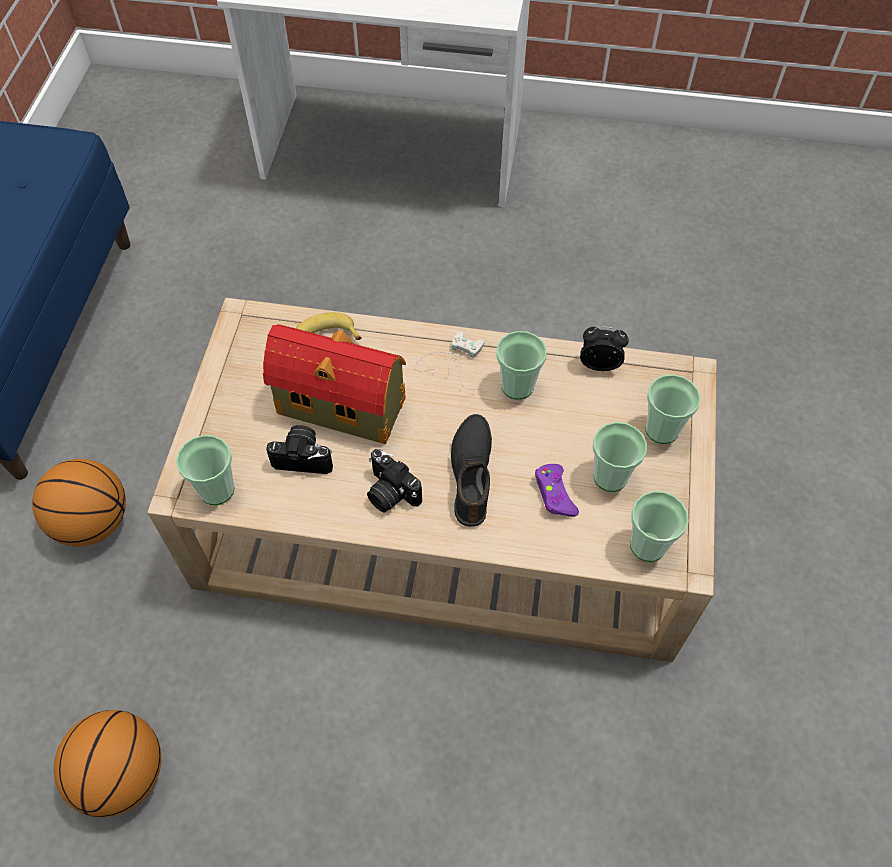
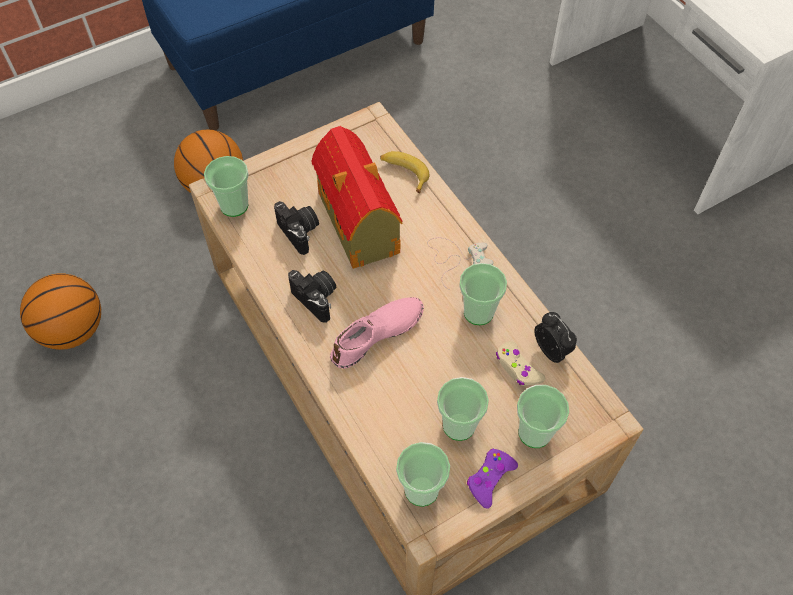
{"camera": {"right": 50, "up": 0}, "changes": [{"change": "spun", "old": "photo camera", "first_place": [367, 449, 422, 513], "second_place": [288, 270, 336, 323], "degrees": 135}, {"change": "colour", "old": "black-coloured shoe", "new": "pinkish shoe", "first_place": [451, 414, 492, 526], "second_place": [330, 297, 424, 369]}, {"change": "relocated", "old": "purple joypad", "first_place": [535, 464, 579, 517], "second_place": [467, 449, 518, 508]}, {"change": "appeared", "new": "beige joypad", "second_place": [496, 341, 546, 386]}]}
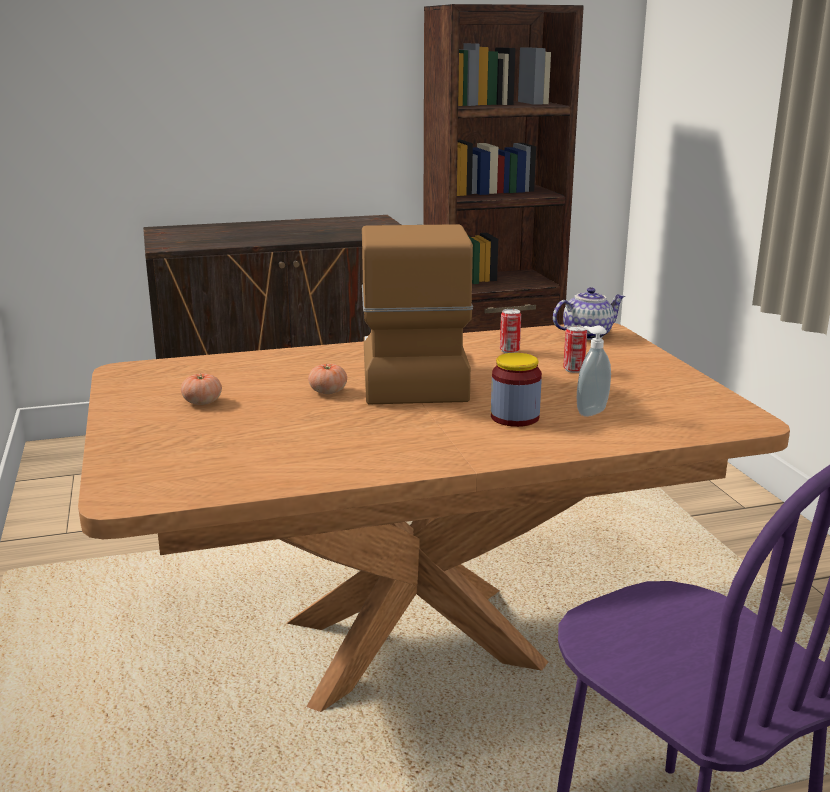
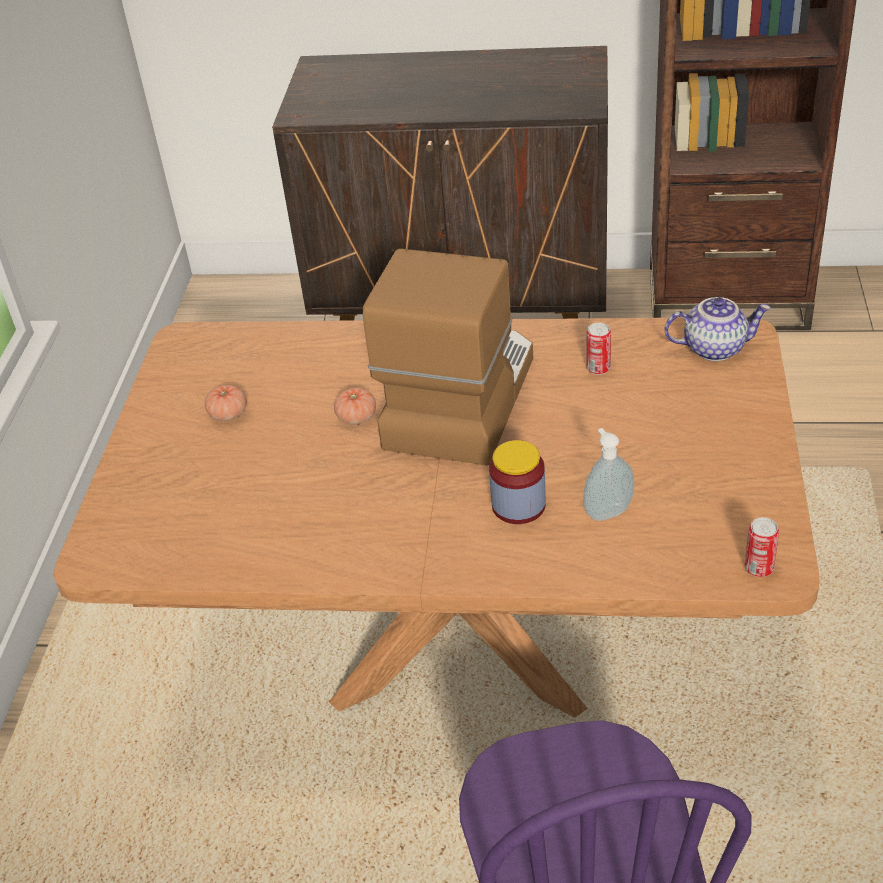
{"camera": {"right": 25, "up": 20}, "changes": [{"change": "relocated", "old": "metal can", "first_place": [563, 325, 587, 373], "second_place": [745, 517, 779, 577]}]}
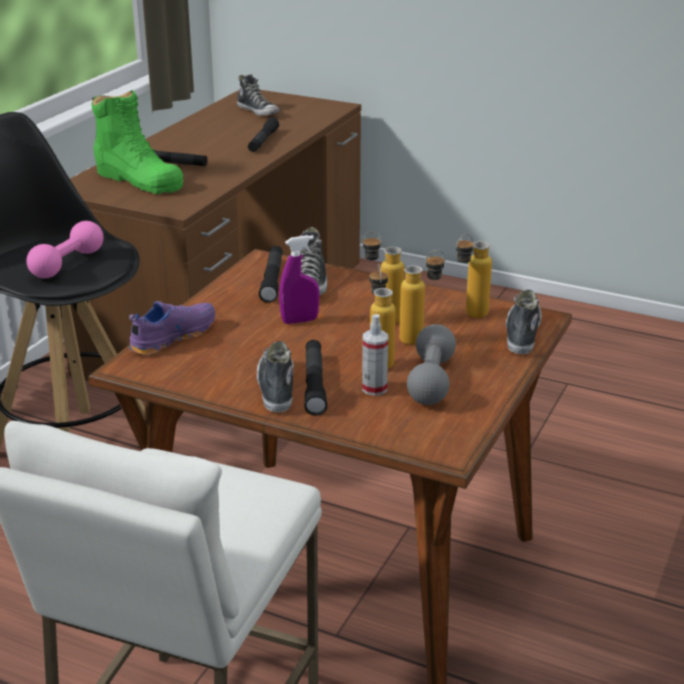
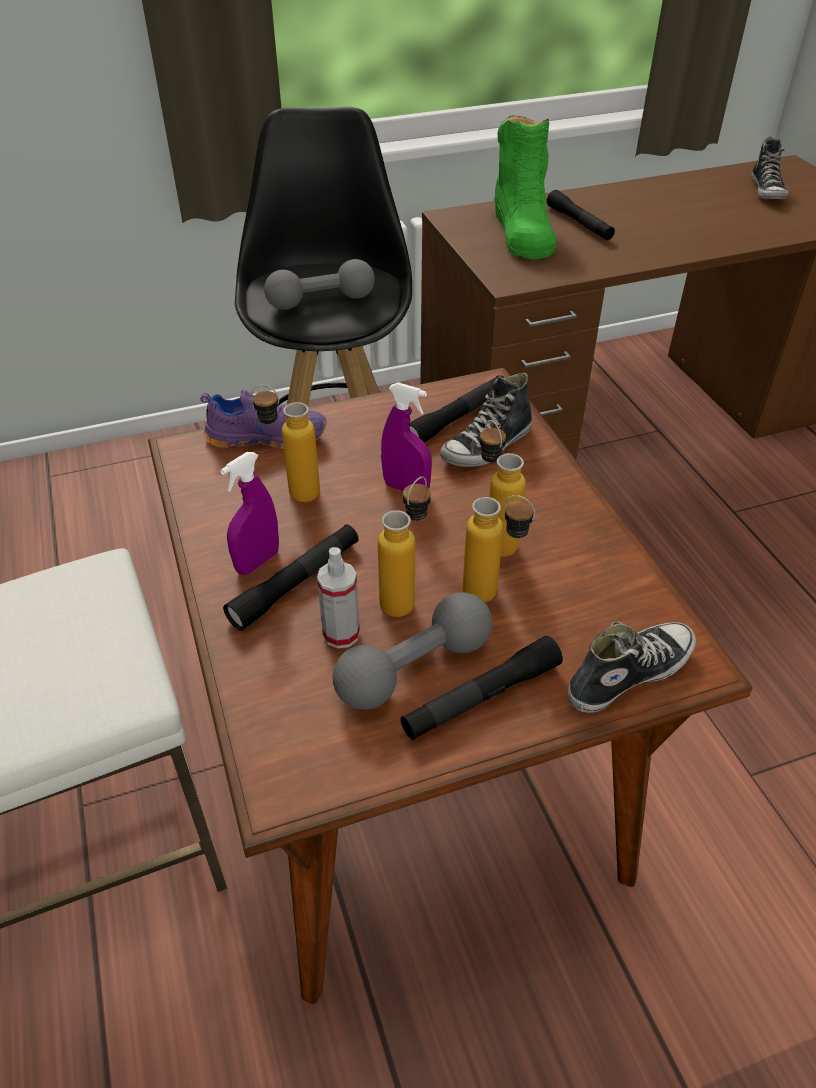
{"camera": {"right": 45, "up": 15}, "changes": [{"change": "exchanged", "old": "shoe", "new": "purple sprayer", "first_place": [257, 341, 294, 412], "second_place": [220, 452, 279, 575]}, {"change": "relocated", "old": "drink bottle", "first_place": [456, 233, 492, 318], "second_place": [251, 385, 320, 502]}, {"change": "colour", "old": "pinkish free weight", "new": "grey free weight", "first_place": [26, 221, 103, 278], "second_place": [264, 259, 375, 310]}, {"change": "relocated", "old": "black-coloured flashlight", "first_place": [248, 117, 279, 152], "second_place": [401, 636, 563, 740]}]}
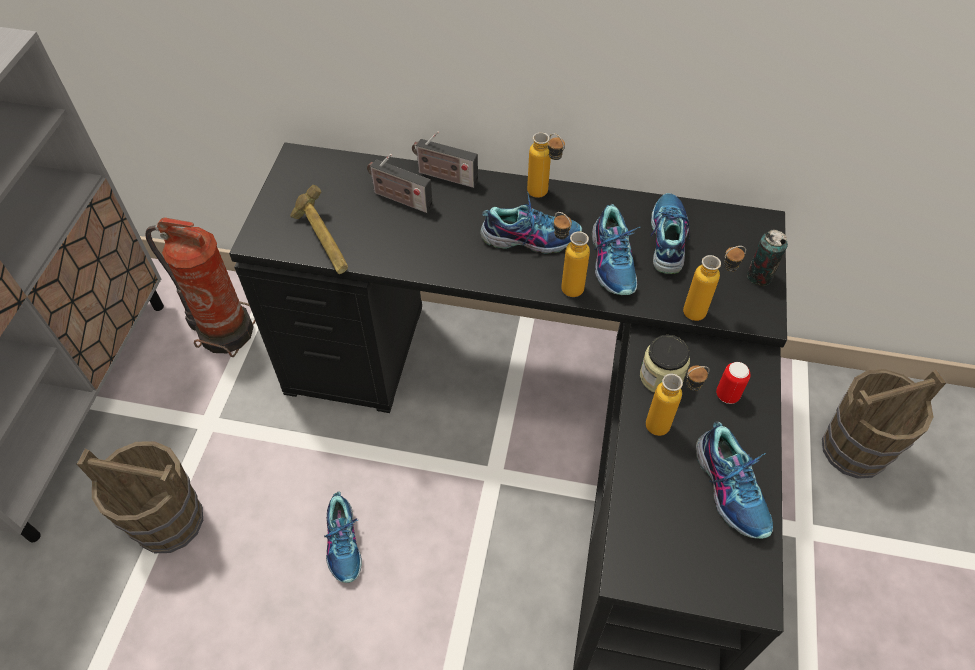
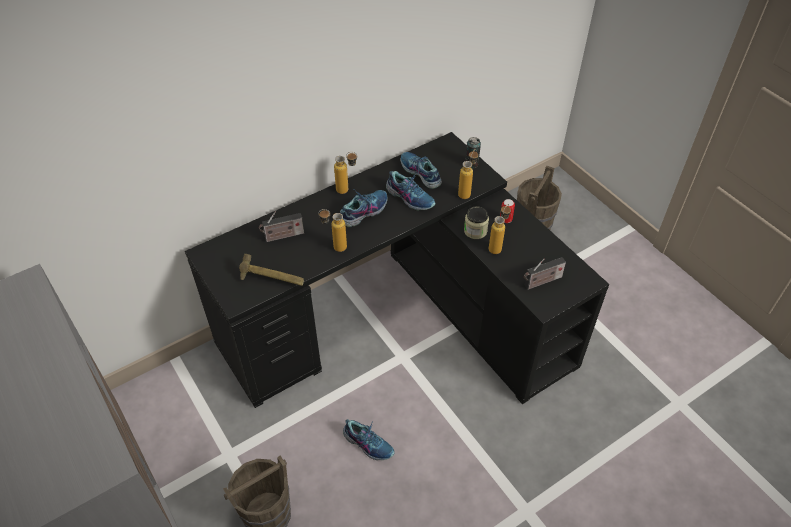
{"camera": {"right": -45, "up": -5}, "changes": [{"change": "relocated", "old": "drink bottle", "first_place": [553, 212, 590, 297], "second_place": [318, 209, 347, 252]}, {"change": "relocated", "old": "radio set", "first_place": [412, 131, 478, 188], "second_place": [524, 257, 566, 290]}, {"change": "missing", "old": "extinguisher", "first_place": [145, 217, 255, 357]}, {"change": "missing", "old": "shoe", "first_place": [696, 422, 773, 539]}]}
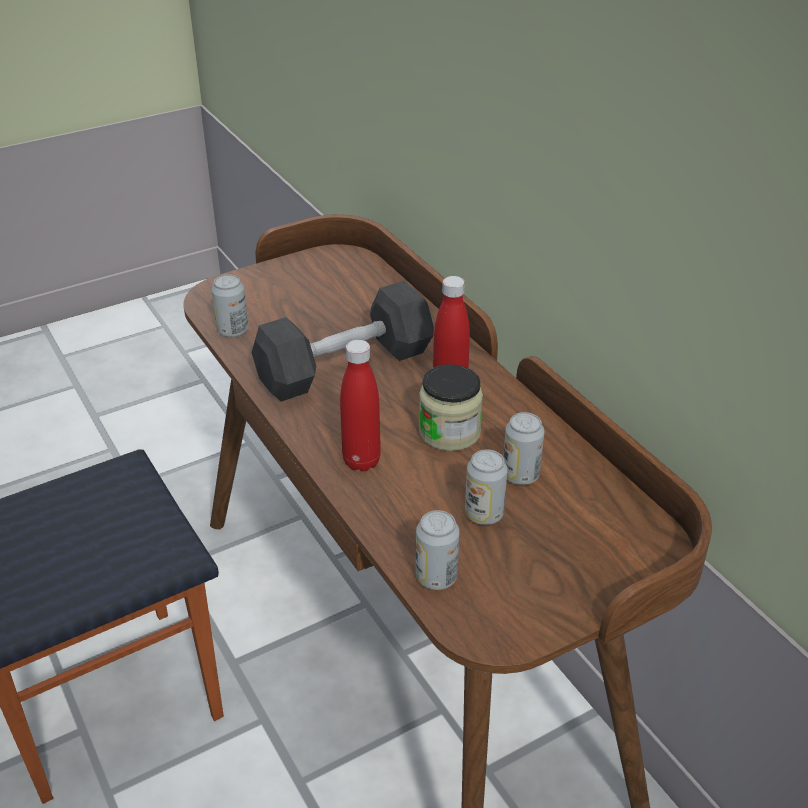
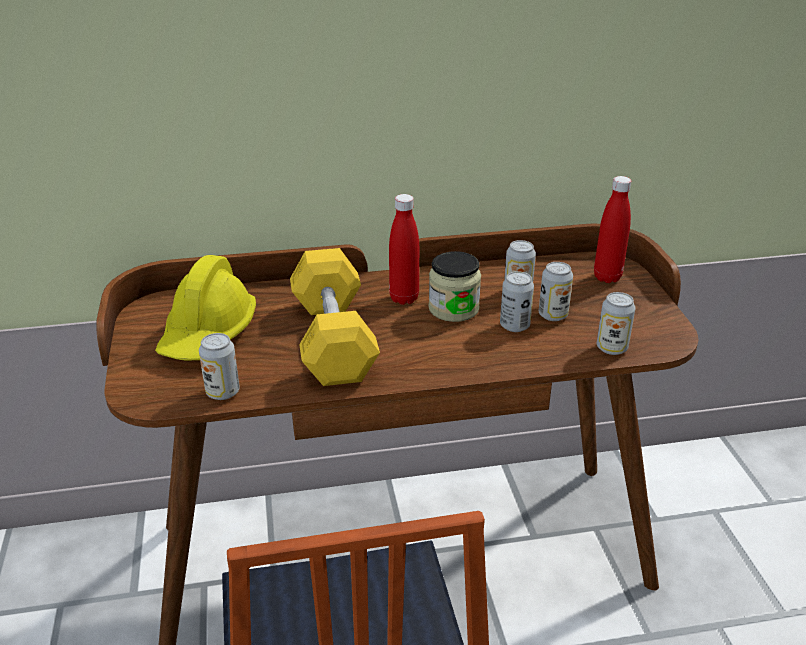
{"camera": {"right": -70, "up": -5}, "changes": [{"change": "appeared", "new": "yellow-coloured hard hat", "second_place": [155, 255, 256, 360]}, {"change": "colour", "old": "grey free weight", "new": "yellow-coloured free weight", "first_place": [252, 281, 434, 402], "second_place": [290, 248, 380, 386]}, {"change": "appeared", "new": "metal can", "second_place": [500, 271, 534, 332]}, {"change": "relocated", "old": "red-coloured drink bottle", "first_place": [340, 340, 381, 472], "second_place": [594, 176, 631, 283]}]}
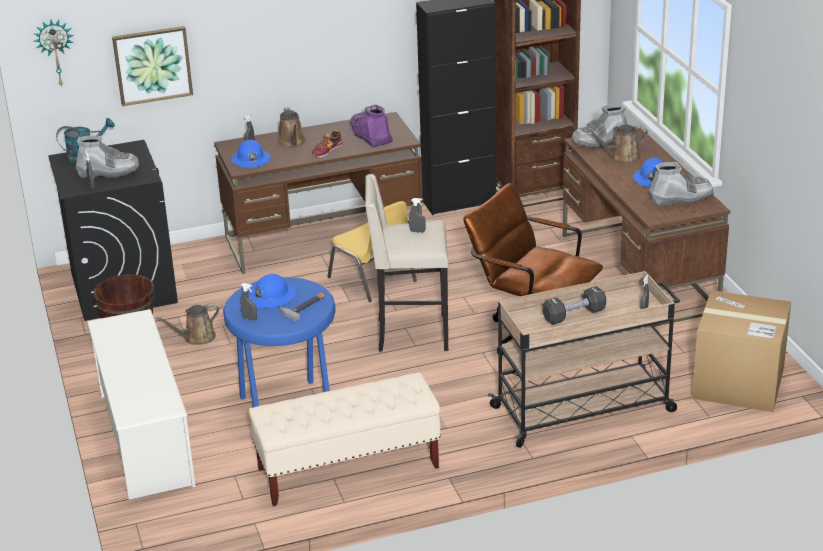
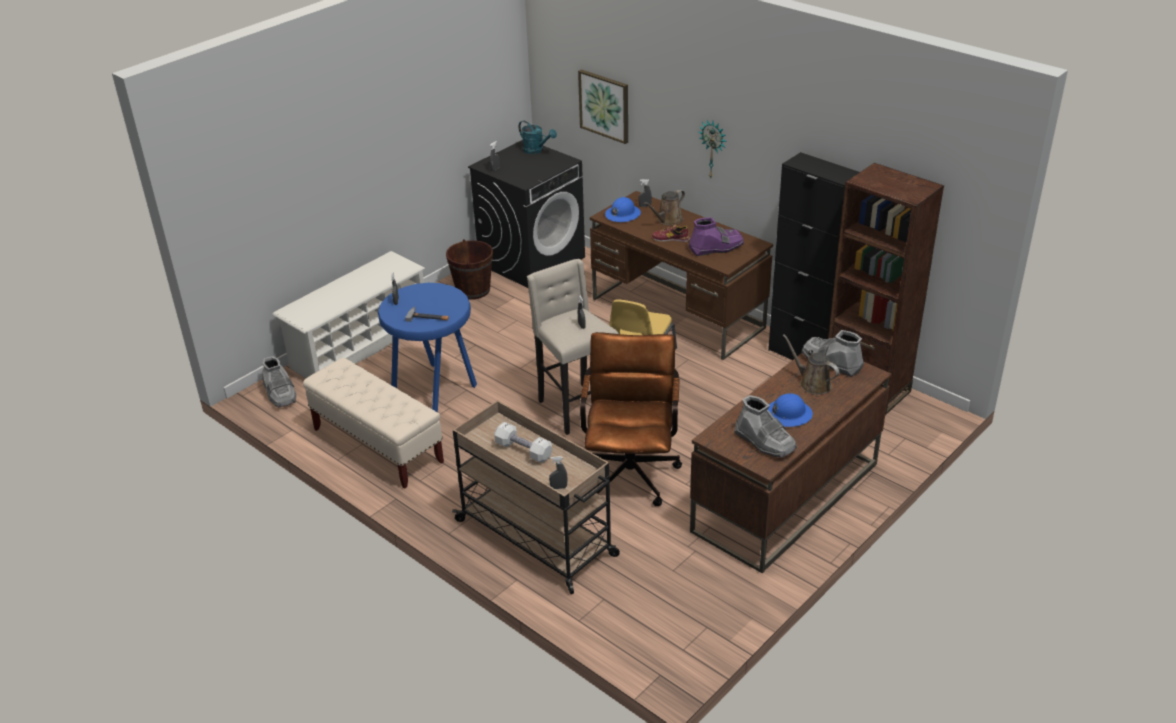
{"camera": {"right": 60, "up": 5}, "changes": [{"change": "relocated", "old": "grey tall boot", "first_place": [76, 135, 139, 178], "second_place": [262, 356, 296, 408]}, {"change": "colour", "old": "black-coloured free weight", "new": "white free weight", "first_place": [543, 286, 606, 325], "second_place": [494, 422, 552, 463]}, {"change": "spun", "old": "purple tall boot", "first_place": [349, 105, 393, 148], "second_place": [689, 218, 744, 256], "degrees": 45}, {"change": "relocated", "old": "hanging clock", "first_place": [34, 20, 74, 87], "second_place": [699, 120, 727, 178]}, {"change": "missing", "old": "brown watering pot", "first_place": [156, 303, 219, 345]}, {"change": "missing", "old": "bluish hard hat", "first_place": [248, 274, 296, 308]}, {"change": "missing", "old": "carton", "first_place": [692, 290, 791, 412]}]}
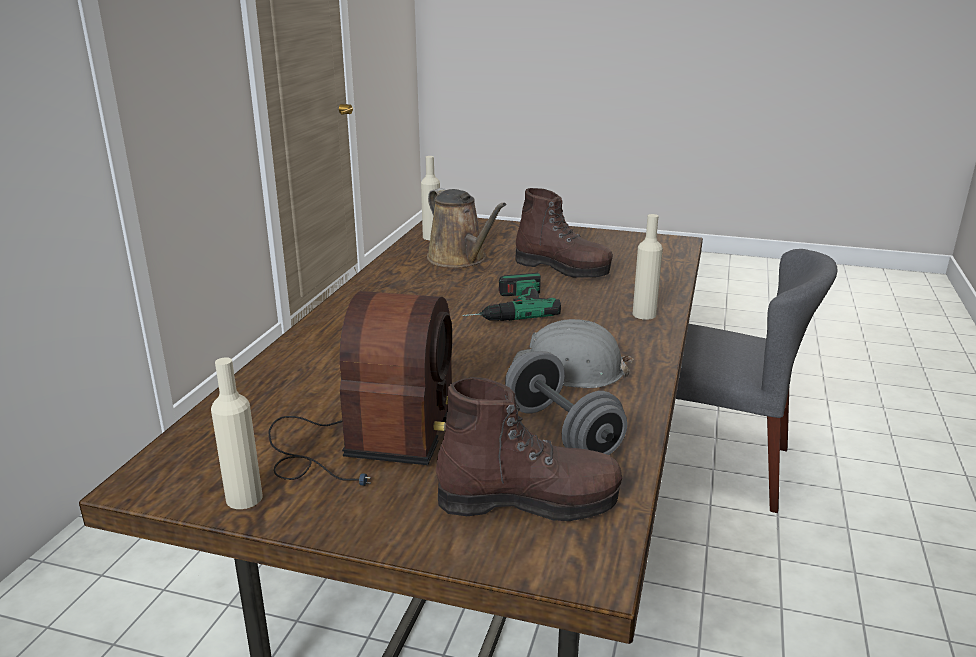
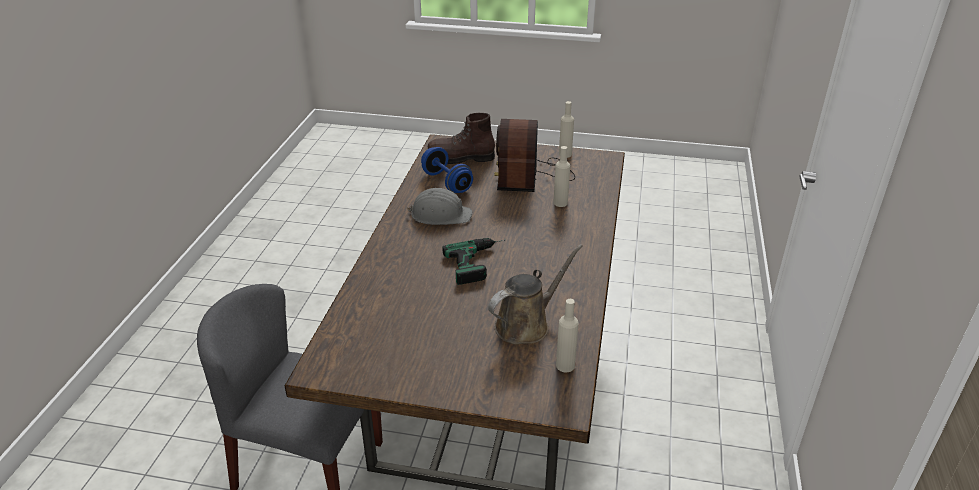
{"camera": {"right": 175, "up": 10}, "changes": [{"change": "colour", "old": "grey free weight", "new": "bluish free weight", "first_place": [505, 351, 627, 455], "second_place": [421, 147, 473, 193]}, {"change": "spun", "old": "brown watering pot", "first_place": [427, 188, 506, 268], "second_place": [488, 244, 583, 344], "degrees": 90}, {"change": "relocated", "old": "beige drink bottle", "first_place": [633, 214, 663, 320], "second_place": [553, 146, 570, 207]}, {"change": "missing", "old": "brown tall boot", "first_place": [515, 188, 613, 278]}]}
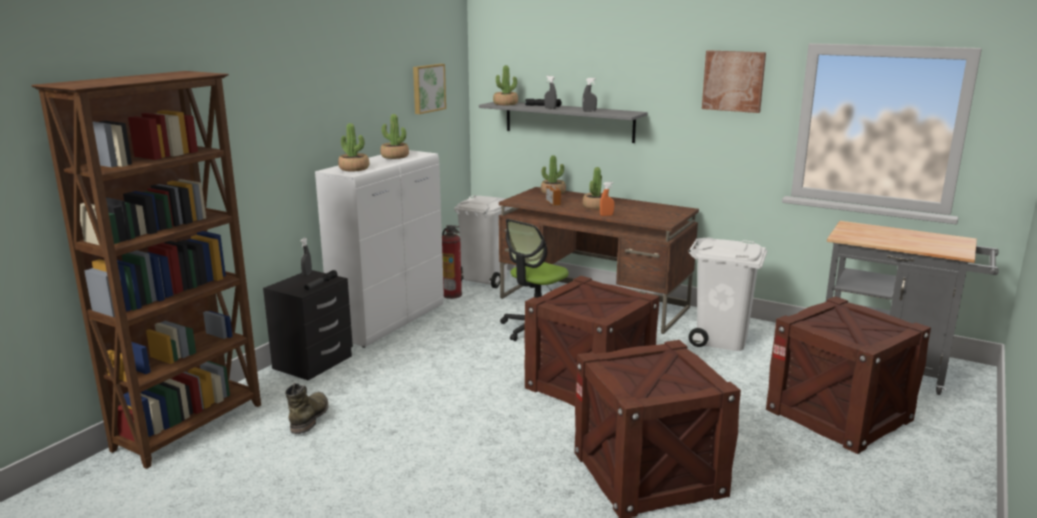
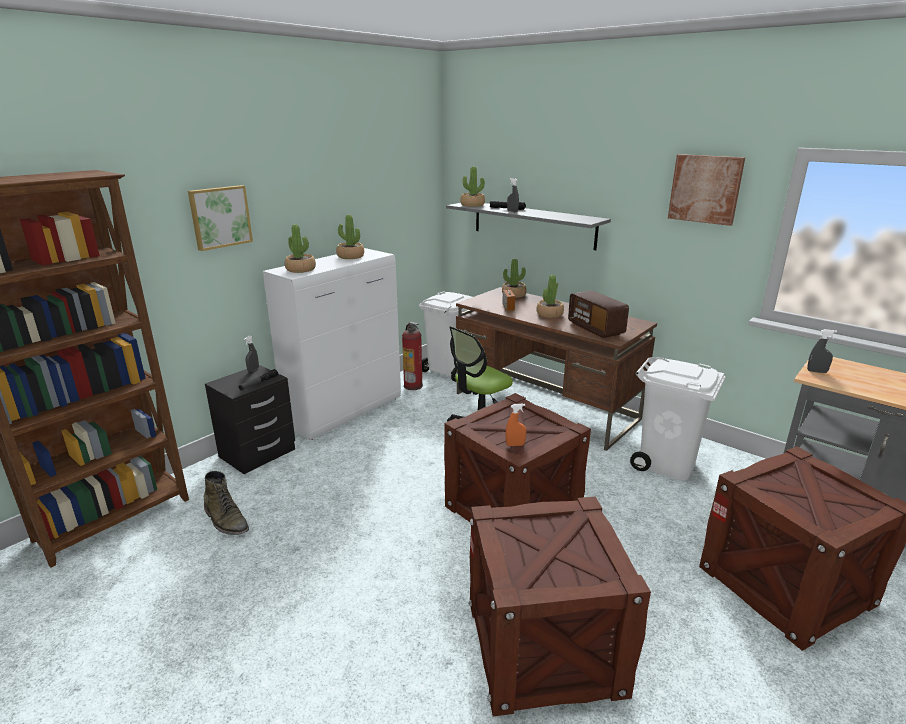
{"camera": {"right": 10, "up": 5}, "changes": [{"change": "relocated", "old": "wall art", "first_place": [413, 64, 446, 114], "second_place": [188, 185, 253, 251]}, {"change": "spun", "old": "greenish tall boot", "first_place": [285, 383, 328, 434], "second_place": [204, 471, 249, 535], "degrees": 120}, {"change": "relocated", "old": "orange sprayer", "first_place": [600, 182, 614, 216], "second_place": [506, 404, 526, 446]}, {"change": "appeared", "new": "radio set", "second_place": [568, 290, 629, 338]}, {"change": "relocated", "old": "grey sprayer", "first_place": [582, 78, 597, 112], "second_place": [807, 329, 837, 373]}]}
